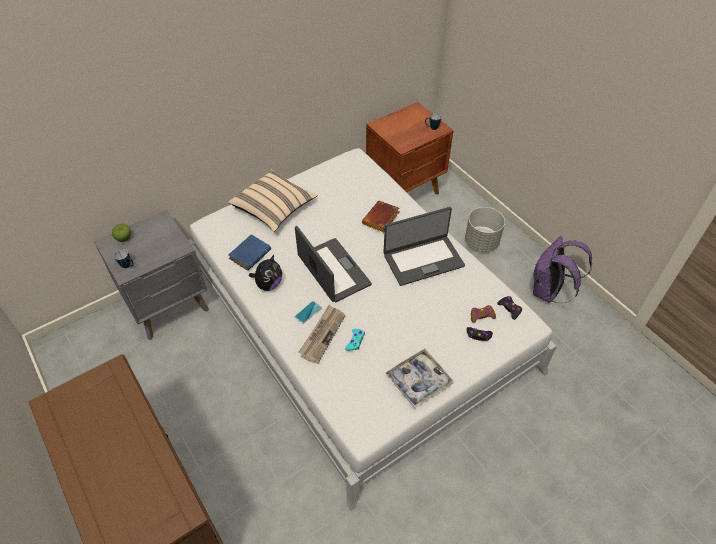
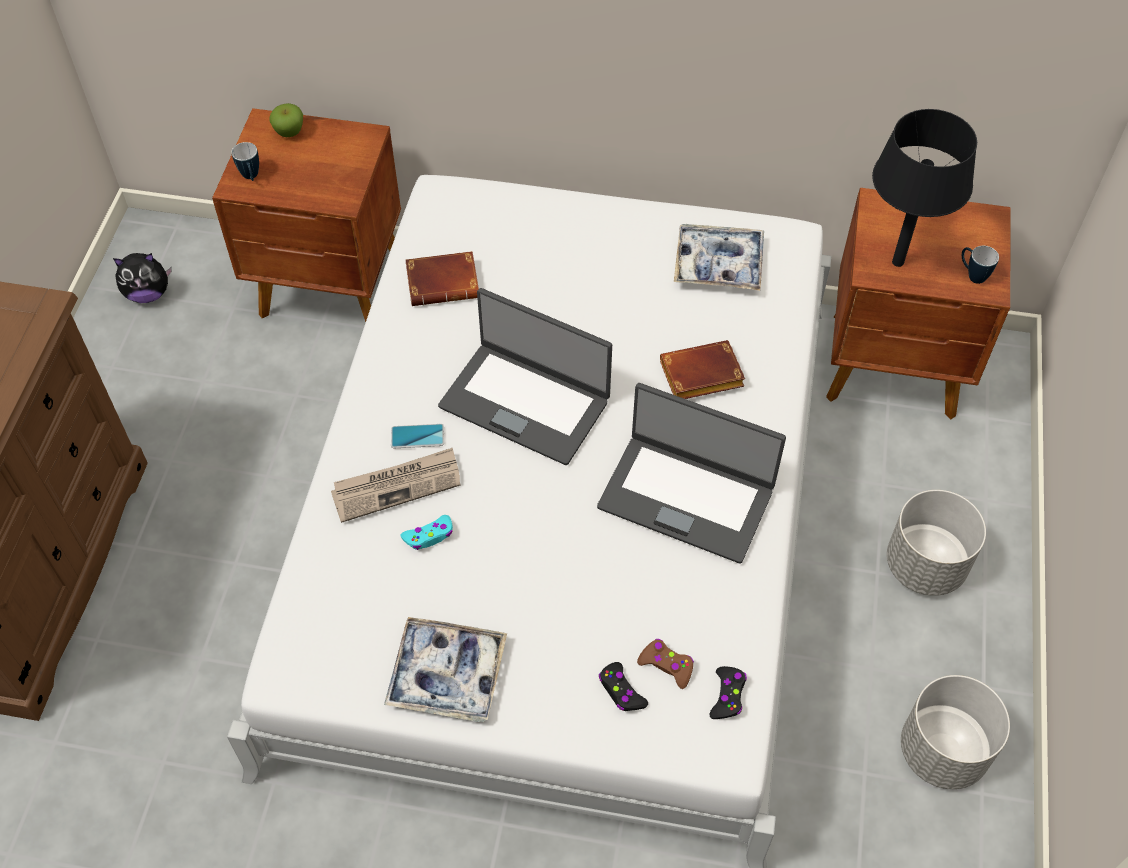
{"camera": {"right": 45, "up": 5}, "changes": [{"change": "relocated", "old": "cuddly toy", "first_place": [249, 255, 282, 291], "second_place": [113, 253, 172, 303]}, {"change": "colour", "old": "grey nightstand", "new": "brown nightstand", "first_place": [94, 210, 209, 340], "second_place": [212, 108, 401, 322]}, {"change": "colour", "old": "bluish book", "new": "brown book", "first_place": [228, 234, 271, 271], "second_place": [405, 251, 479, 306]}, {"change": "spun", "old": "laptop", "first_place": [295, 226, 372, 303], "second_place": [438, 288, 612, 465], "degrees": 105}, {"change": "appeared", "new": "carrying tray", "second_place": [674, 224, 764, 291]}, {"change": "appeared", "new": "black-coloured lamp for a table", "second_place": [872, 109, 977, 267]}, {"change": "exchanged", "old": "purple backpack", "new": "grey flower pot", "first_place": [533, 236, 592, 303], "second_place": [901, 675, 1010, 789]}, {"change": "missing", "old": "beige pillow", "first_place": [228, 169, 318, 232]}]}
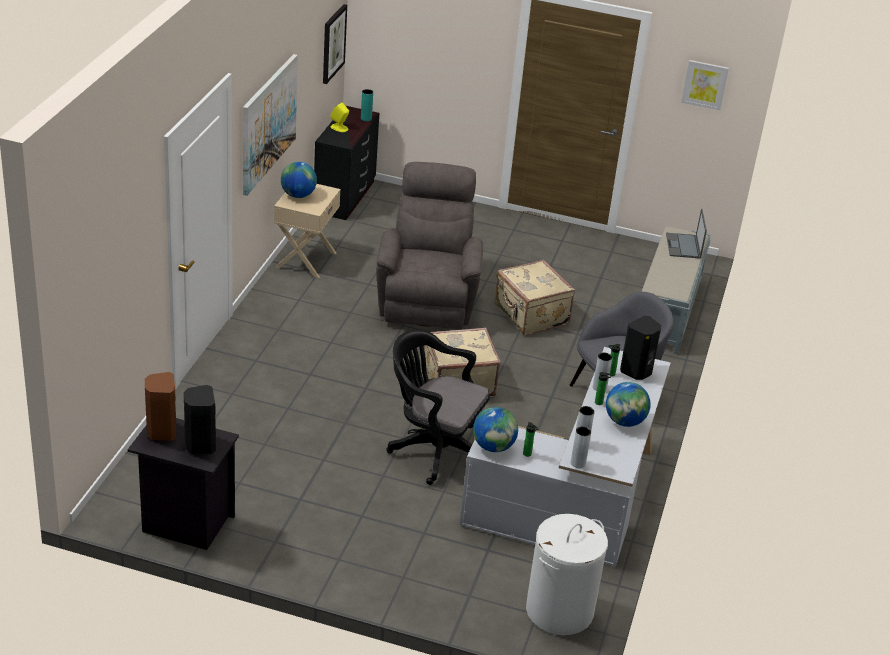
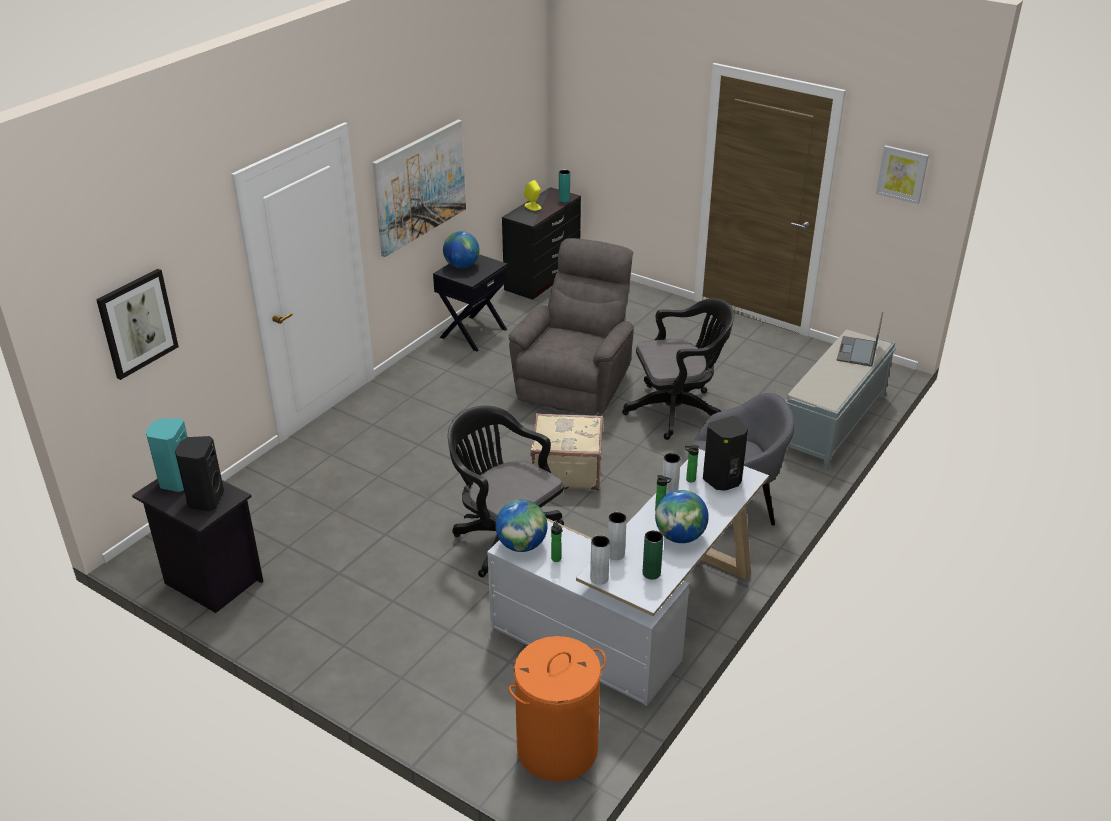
{"camera": {"right": 20, "up": 0}, "changes": [{"change": "relocated", "old": "wall art", "first_place": [323, 4, 347, 84], "second_place": [96, 269, 179, 380]}, {"change": "colour", "old": "brown audio speaker", "new": "turquoise audio speaker", "first_place": [145, 372, 176, 441], "second_place": [146, 418, 188, 492]}, {"change": "colour", "old": "beige nightstand", "new": "black-coloured nightstand", "first_place": [274, 184, 341, 278], "second_place": [433, 254, 508, 351]}, {"change": "colour", "old": "white hamper", "new": "orange hamper", "first_place": [526, 514, 608, 635], "second_place": [509, 636, 606, 782]}, {"change": "exchanged", "old": "beige travel case", "new": "black-coloured desk chair", "first_place": [495, 260, 575, 335], "second_place": [622, 299, 734, 440]}, {"change": "appeared", "new": "greenish flower vase", "second_place": [643, 530, 663, 580]}]}
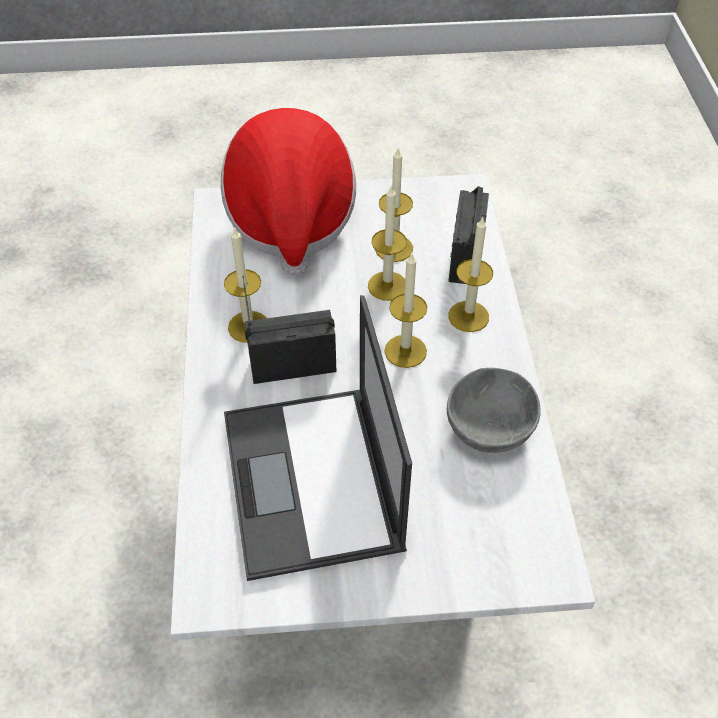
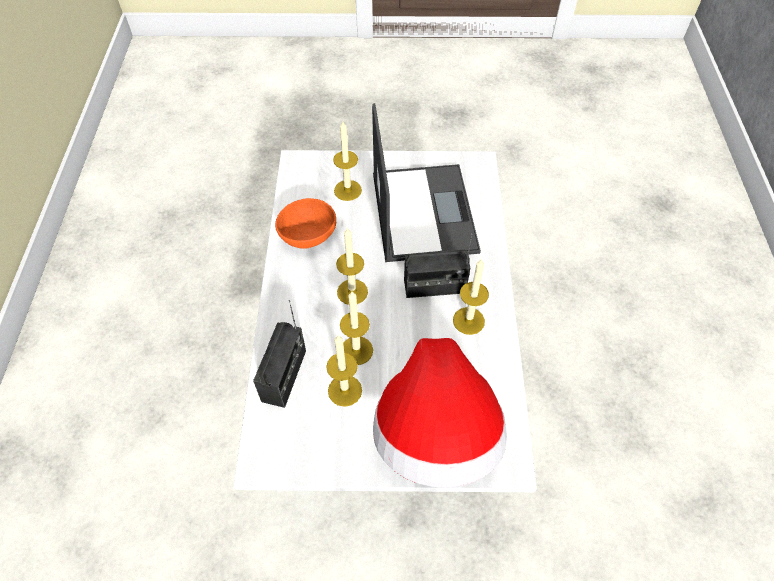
{"camera": {"right": -175, "up": 5}, "changes": [{"change": "colour", "old": "grey bowl", "new": "orange bowl", "first_place": [447, 367, 541, 453], "second_place": [275, 198, 336, 249]}, {"change": "relocated", "old": "candle", "first_place": [448, 217, 493, 332], "second_place": [333, 121, 362, 201]}]}
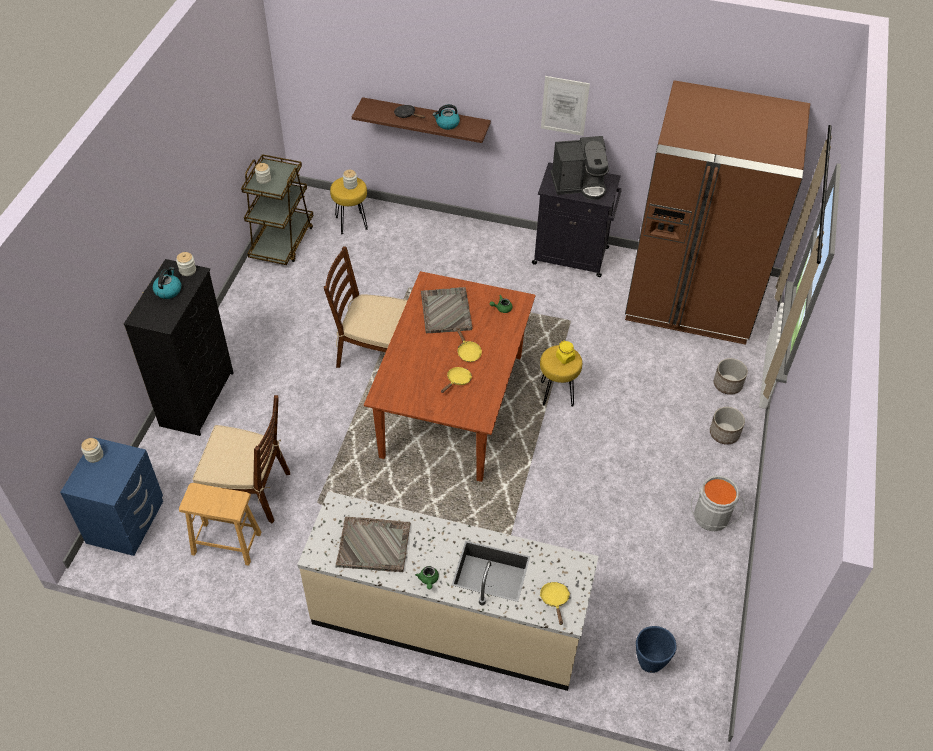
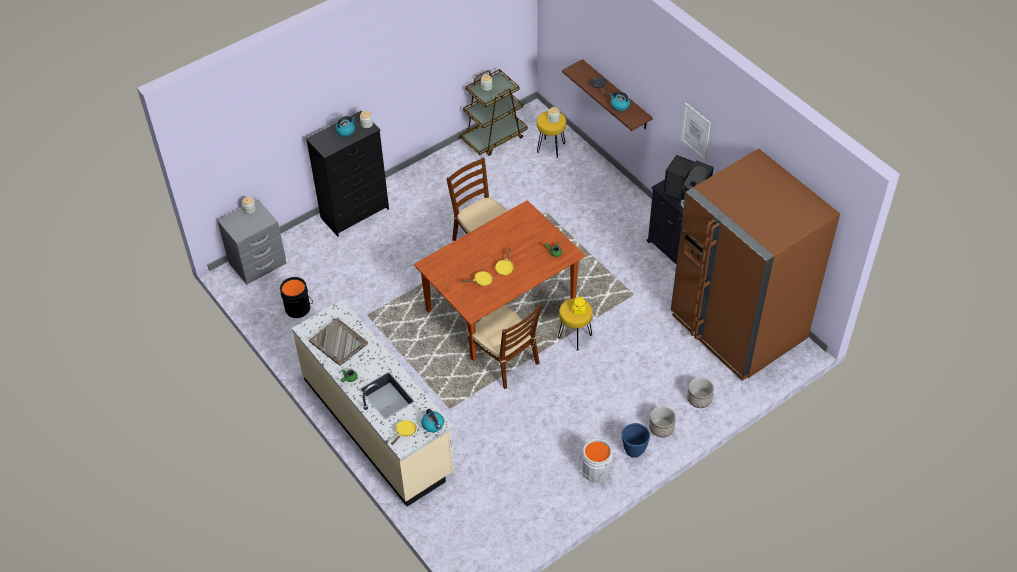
{"camera": {"right": 40, "up": 0}, "changes": [{"change": "colour", "old": "bluish nightstand", "new": "grey nightstand", "first_place": [60, 437, 163, 556], "second_place": [217, 199, 286, 285]}, {"change": "exchanged", "old": "brown stool", "new": "black-coloured bucket", "first_place": [179, 483, 262, 566], "second_place": [280, 277, 313, 318]}, {"change": "appeared", "new": "tea kettle", "second_place": [421, 409, 444, 432]}, {"change": "relocated", "old": "brown upright chair", "first_place": [192, 395, 290, 523], "second_place": [467, 303, 542, 389]}, {"change": "relocated", "old": "bluish flower pot", "first_place": [636, 626, 677, 673], "second_place": [621, 423, 650, 458]}, {"change": "missing", "old": "grey carrying tray", "first_place": [421, 287, 472, 333]}]}
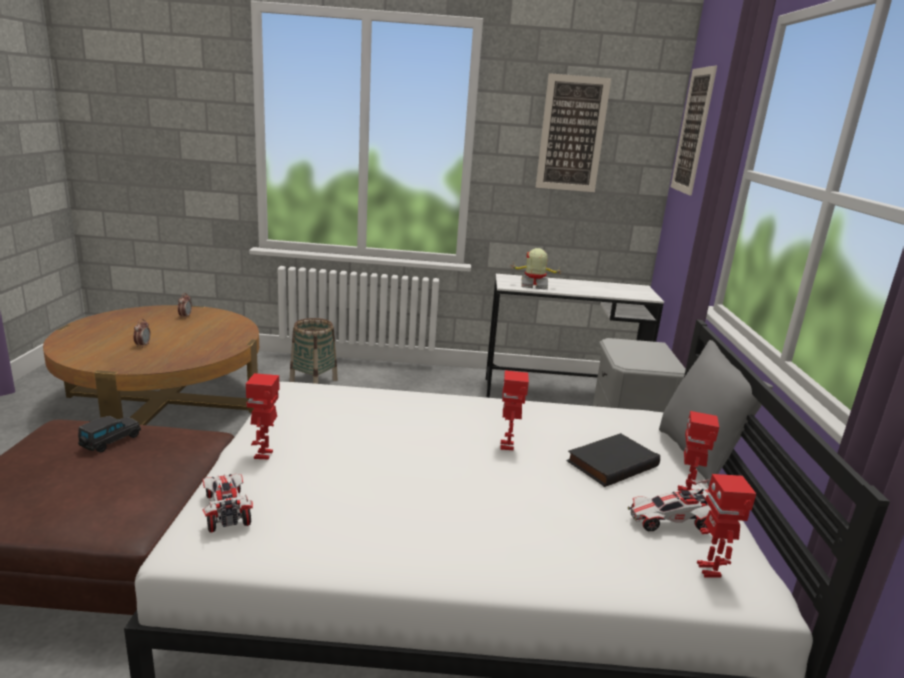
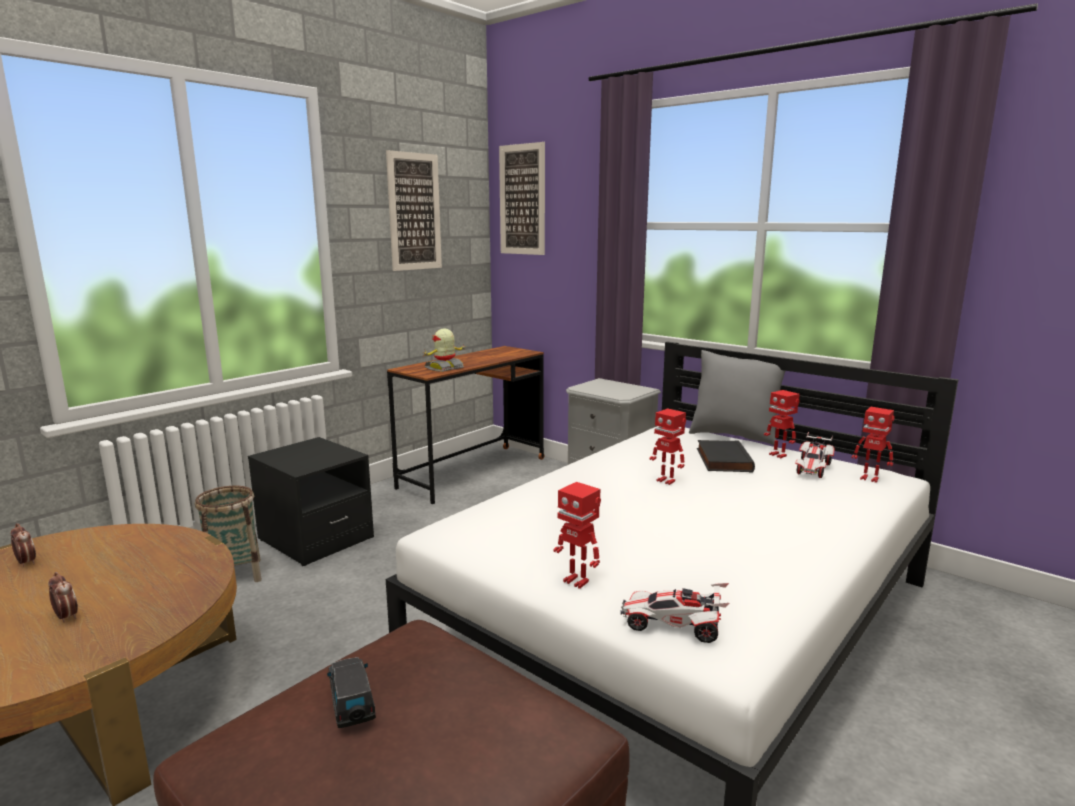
{"camera": {"right": -50, "up": -5}, "changes": [{"change": "appeared", "new": "black-coloured nightstand", "second_place": [248, 437, 374, 566]}, {"change": "colour", "old": "white desk", "new": "brown desk", "first_place": [486, 274, 664, 398], "second_place": [387, 346, 545, 504]}]}
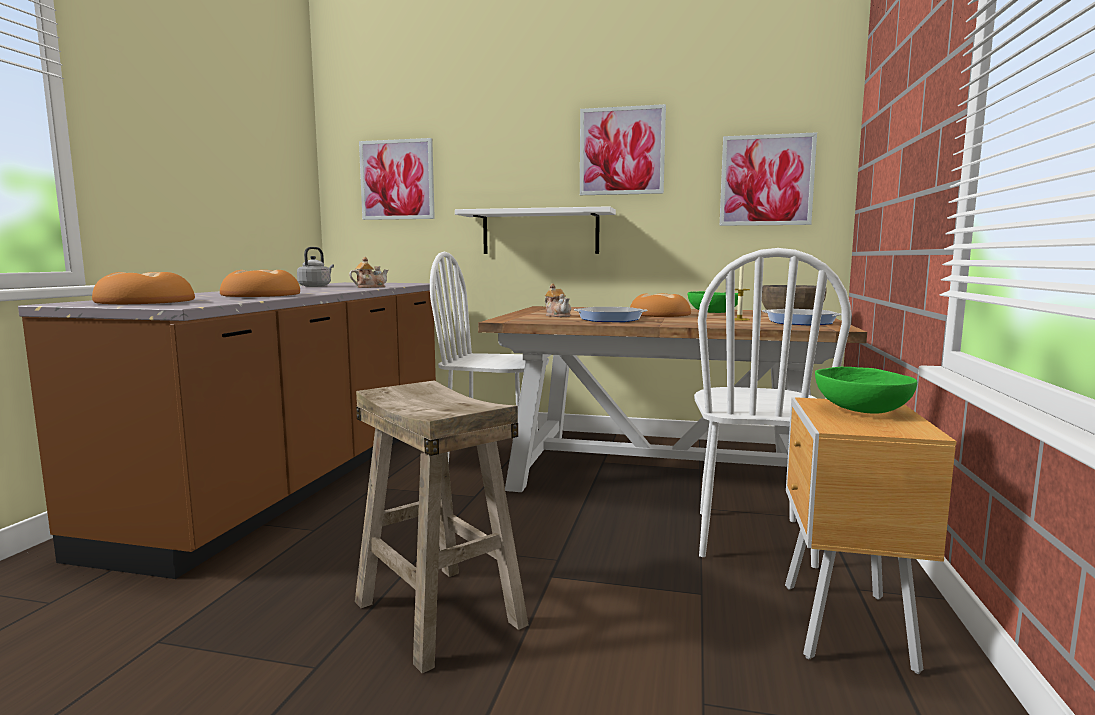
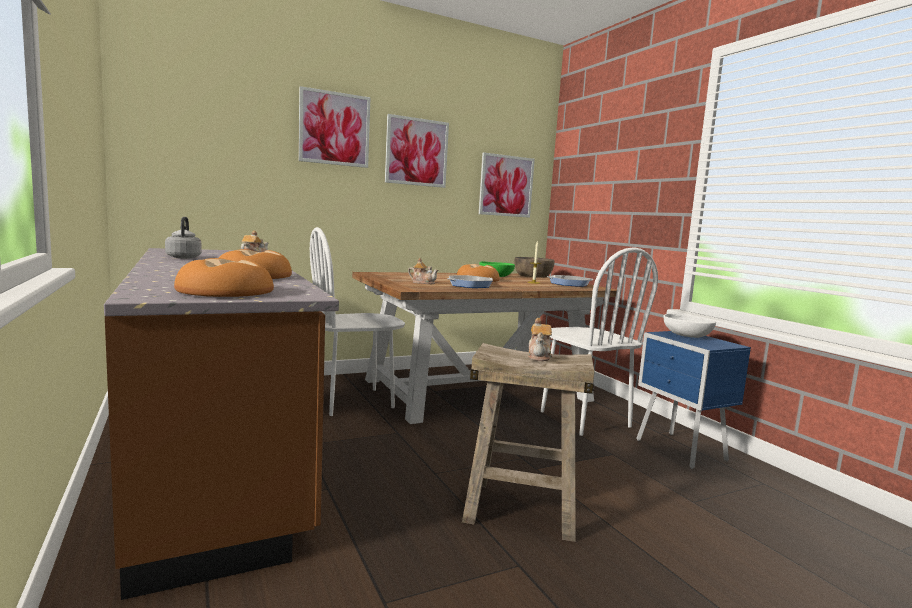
{"camera": {"right": -40, "up": 0}, "changes": [{"change": "relocated", "old": "wall art", "first_place": [359, 138, 435, 220], "second_place": [298, 86, 370, 168]}, {"change": "appeared", "new": "pot for tea", "second_place": [528, 318, 552, 361]}, {"change": "colour", "old": "brown nightstand", "new": "bluish nightstand", "first_place": [785, 397, 957, 674], "second_place": [637, 331, 751, 469]}, {"change": "colour", "old": "greenish bowl", "new": "white bowl", "first_place": [815, 367, 917, 414], "second_place": [663, 313, 716, 338]}, {"change": "missing", "old": "white wall shelf", "first_place": [455, 206, 616, 254]}]}
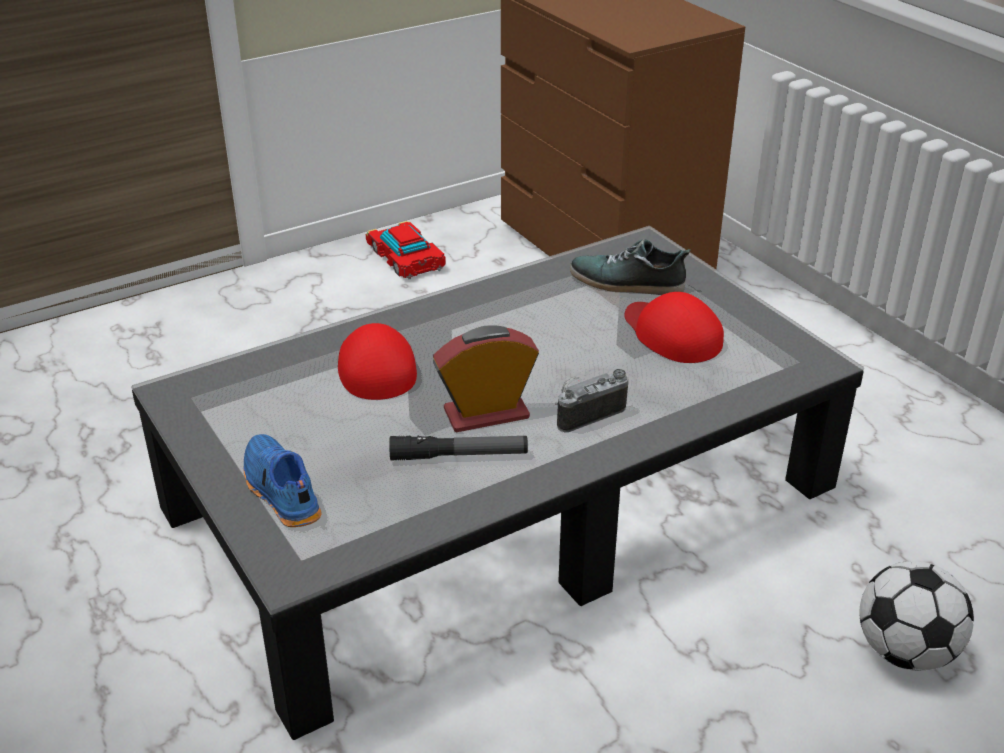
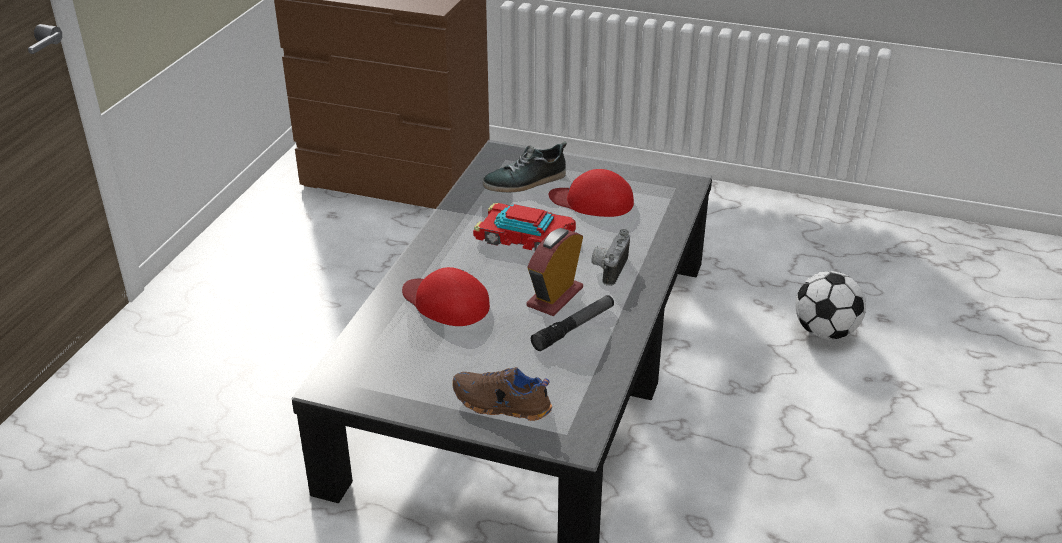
{"camera": {"right": -40, "up": 0}, "changes": [{"change": "colour", "old": "bluish shoe", "new": "brown shoe", "first_place": [244, 434, 322, 527], "second_place": [452, 367, 552, 421]}, {"change": "relocated", "old": "model car", "first_place": [366, 221, 446, 279], "second_place": [473, 203, 576, 251]}]}
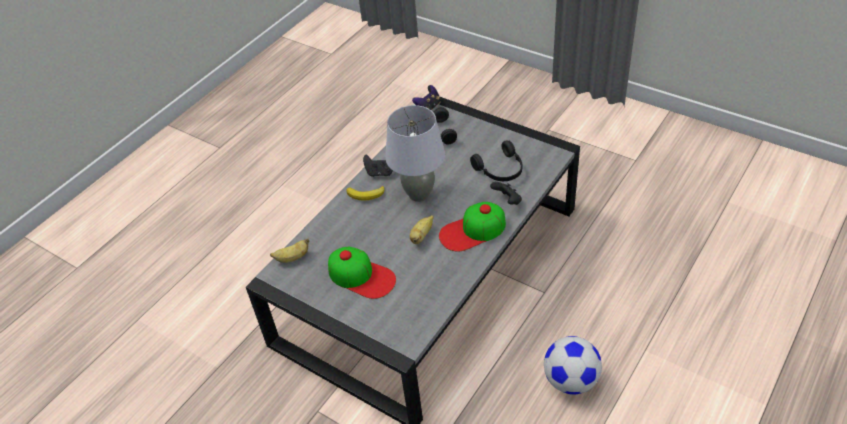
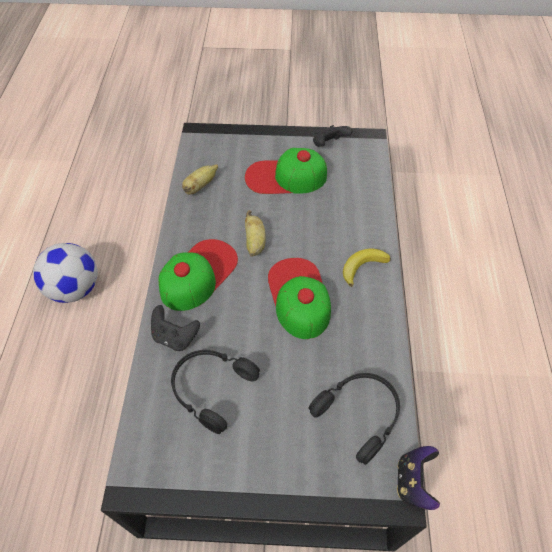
{"camera": {"right": 145, "up": 10}, "changes": [{"change": "relocated", "old": "banana fruit", "first_place": [270, 238, 309, 263], "second_place": [182, 164, 218, 195]}, {"change": "exchanged", "old": "grey lamp for a table", "new": "baseball cap", "first_place": [385, 105, 445, 202], "second_place": [268, 258, 331, 339]}, {"change": "relocated", "old": "black-coloured joypad", "first_place": [363, 155, 393, 177], "second_place": [313, 125, 353, 147]}]}
